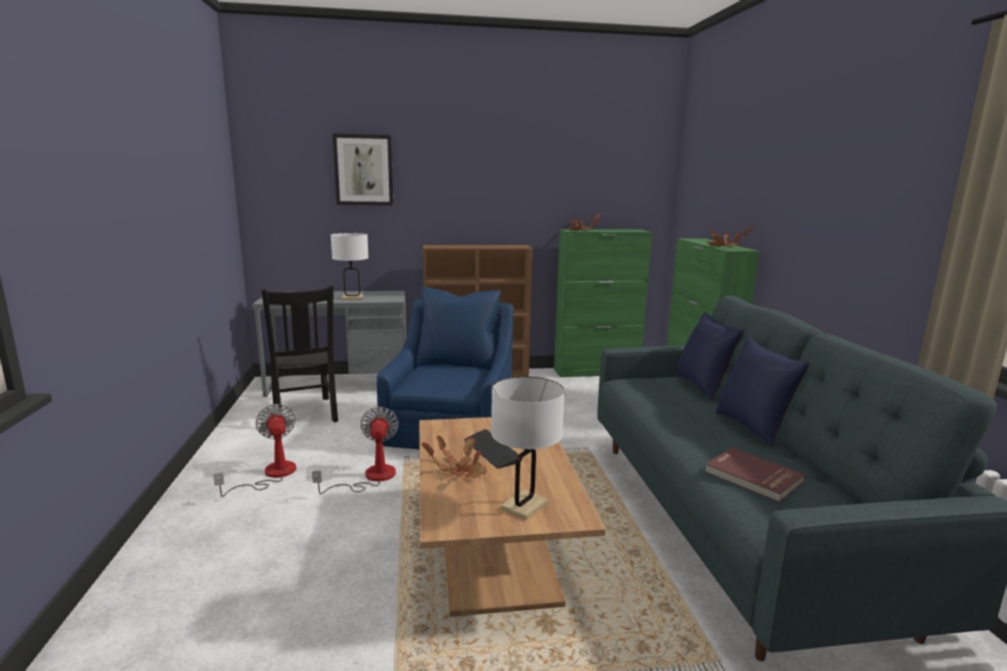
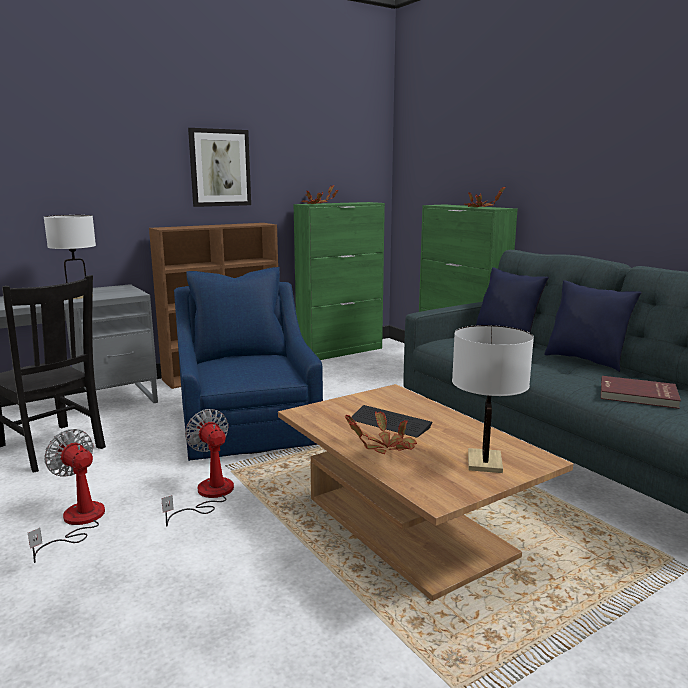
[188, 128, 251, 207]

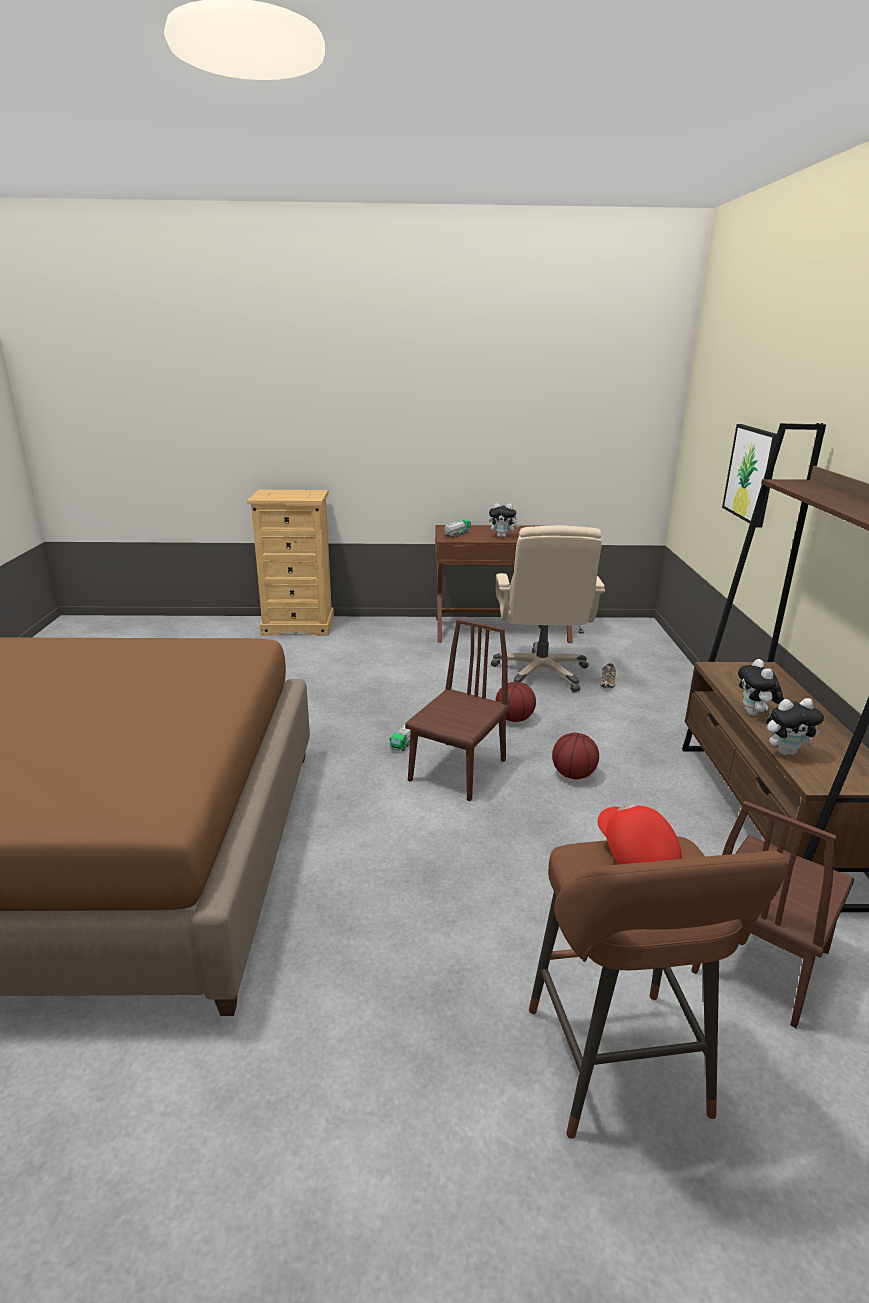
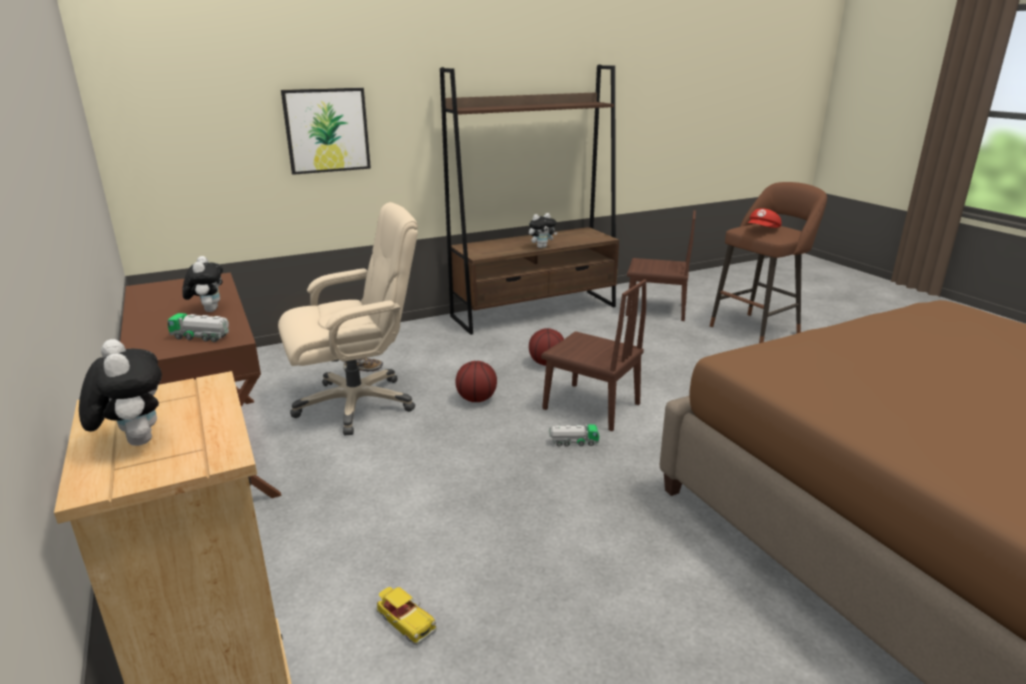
[79, 339, 162, 446]
[377, 587, 436, 645]
[541, 279, 647, 431]

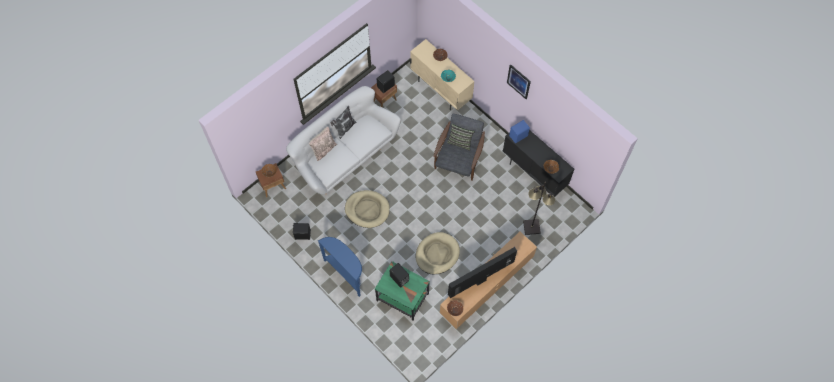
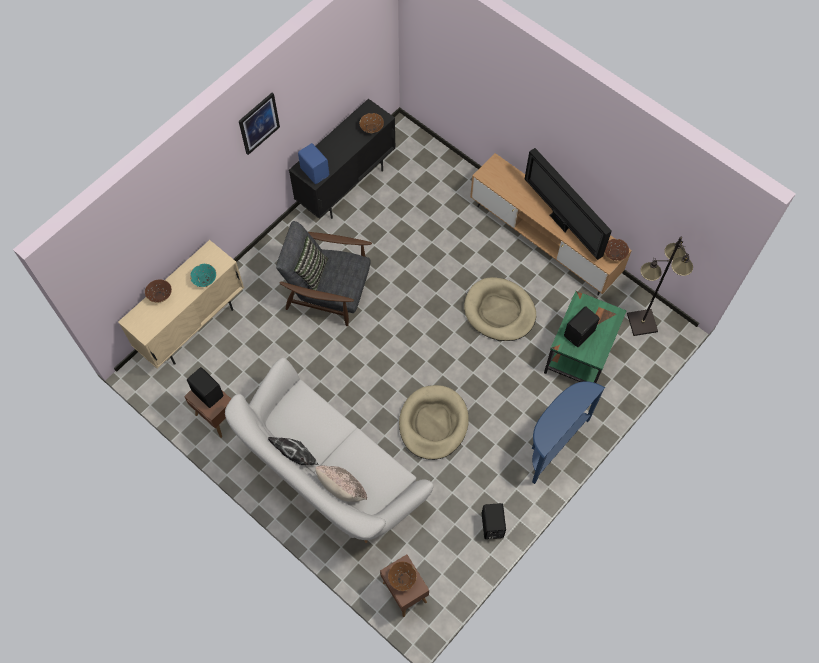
[627, 237, 693, 336]

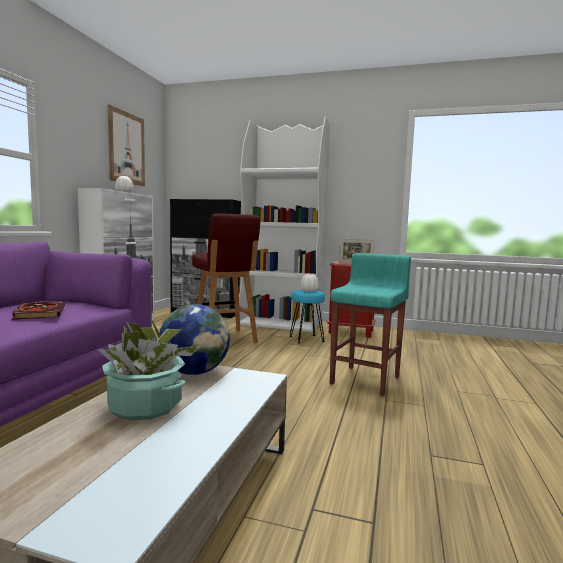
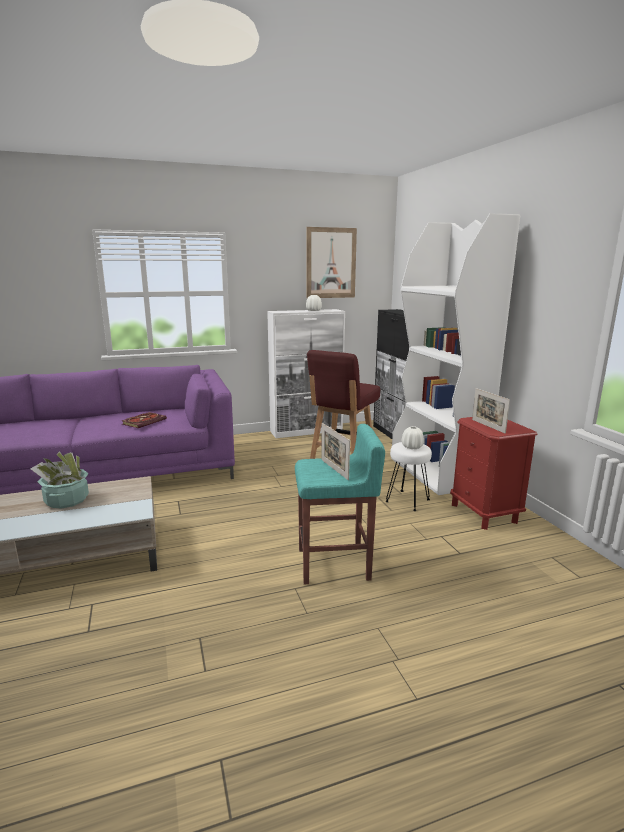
[321, 423, 350, 480]
[386, 442, 432, 511]
[159, 304, 230, 375] (first image)

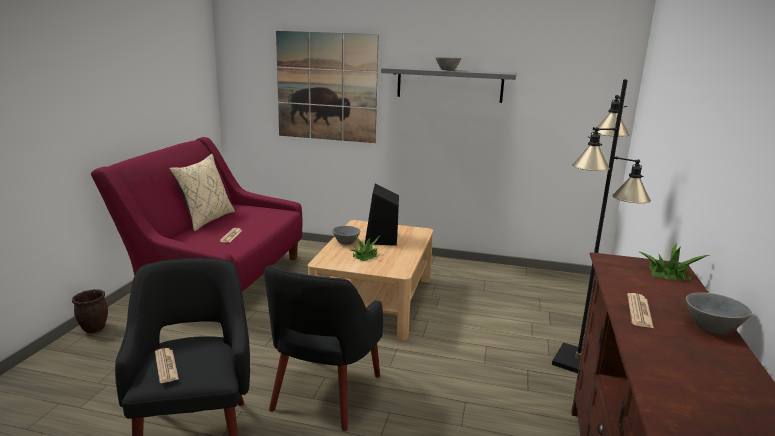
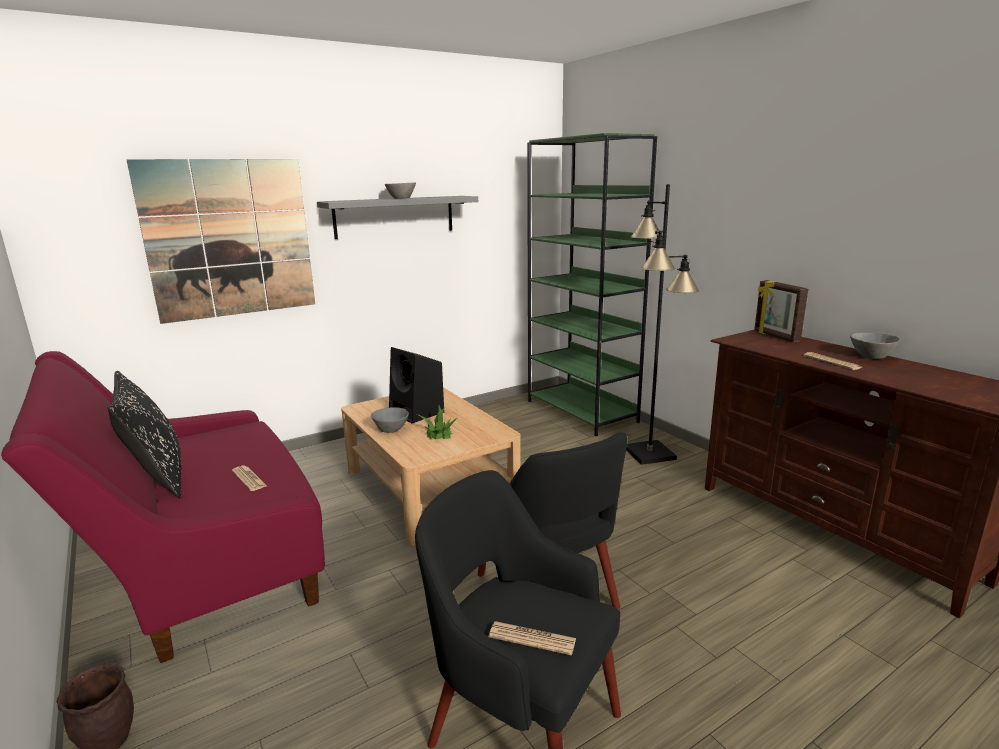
[108, 371, 181, 498]
[527, 133, 657, 436]
[754, 280, 808, 342]

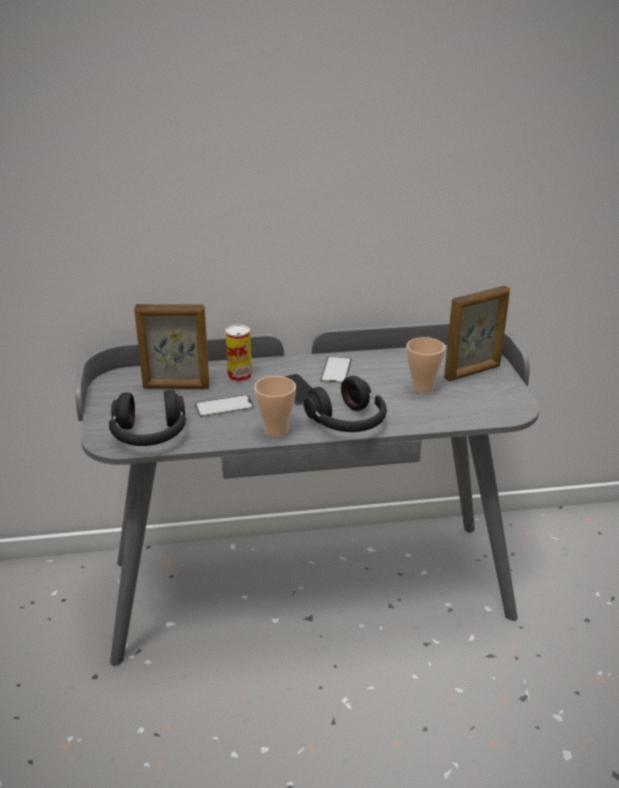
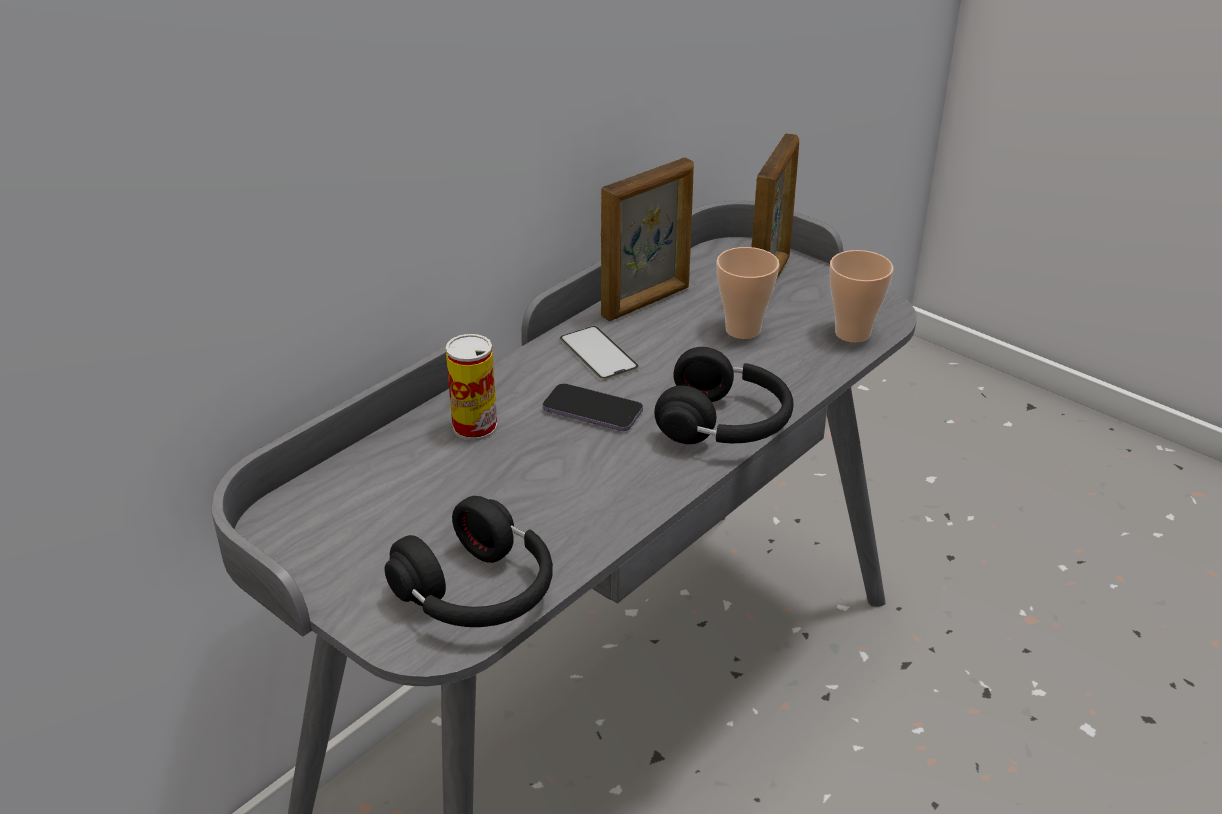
[601, 158, 694, 321]
[830, 250, 893, 343]
[195, 395, 254, 417] (first image)

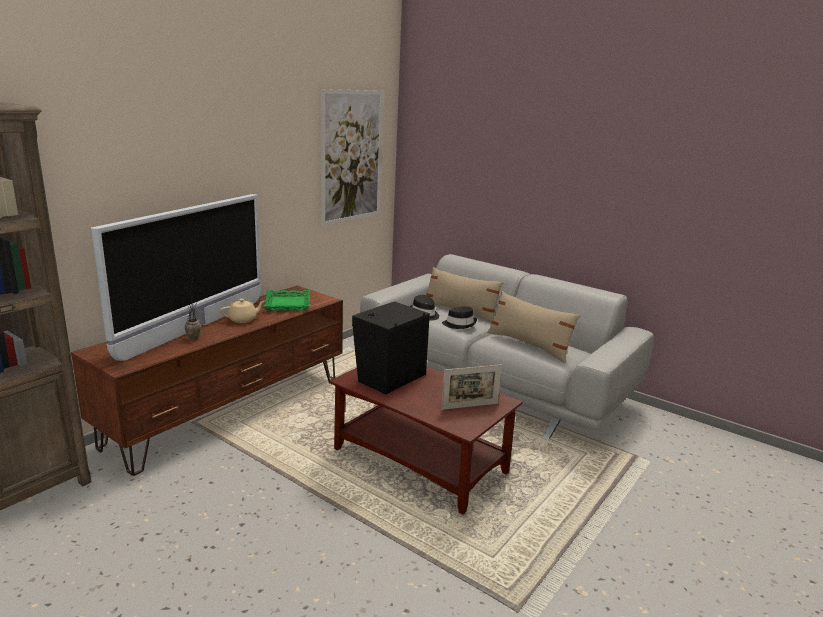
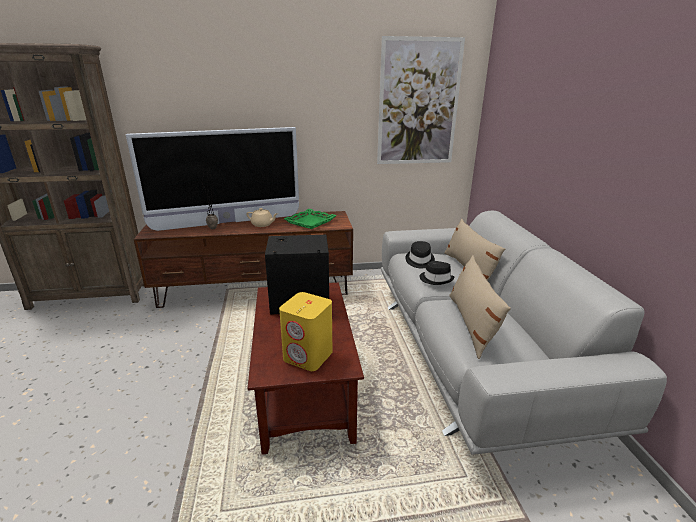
[279, 292, 332, 371]

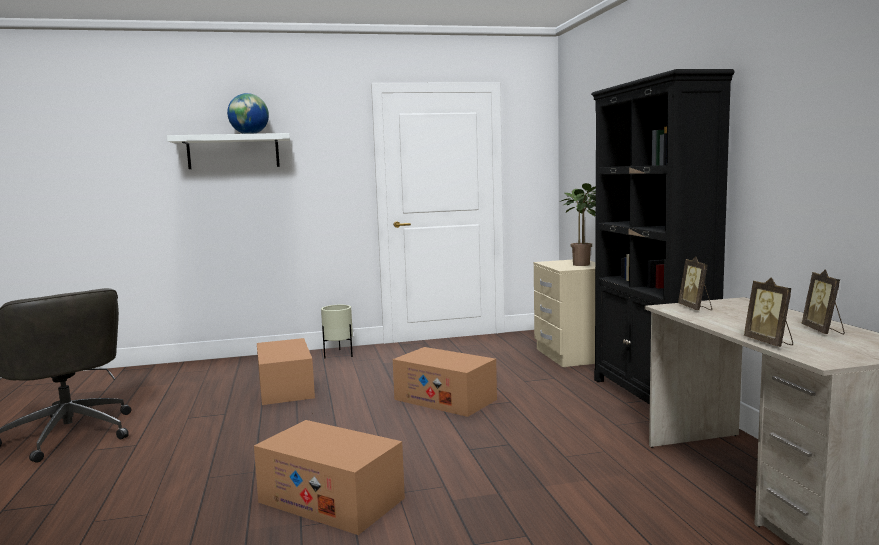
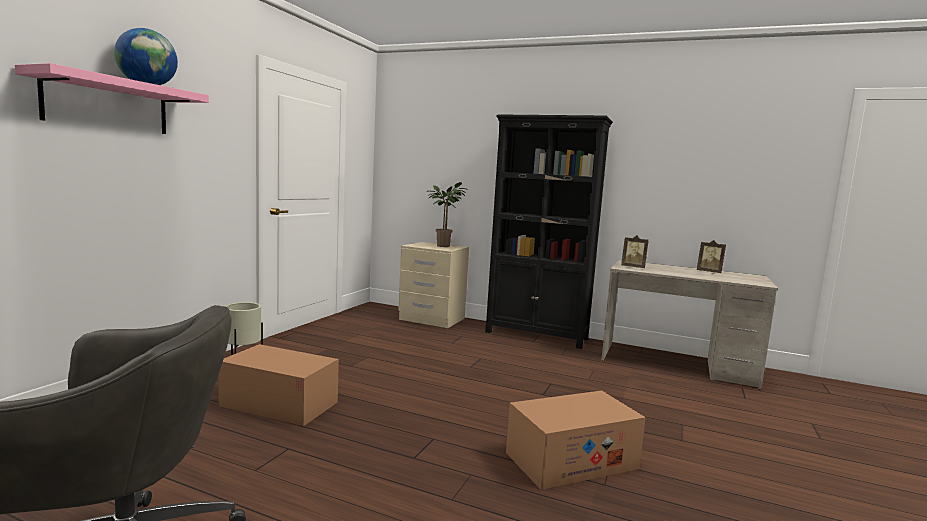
[15, 63, 209, 134]
[393, 347, 497, 417] (first image)
[744, 277, 793, 347] (first image)

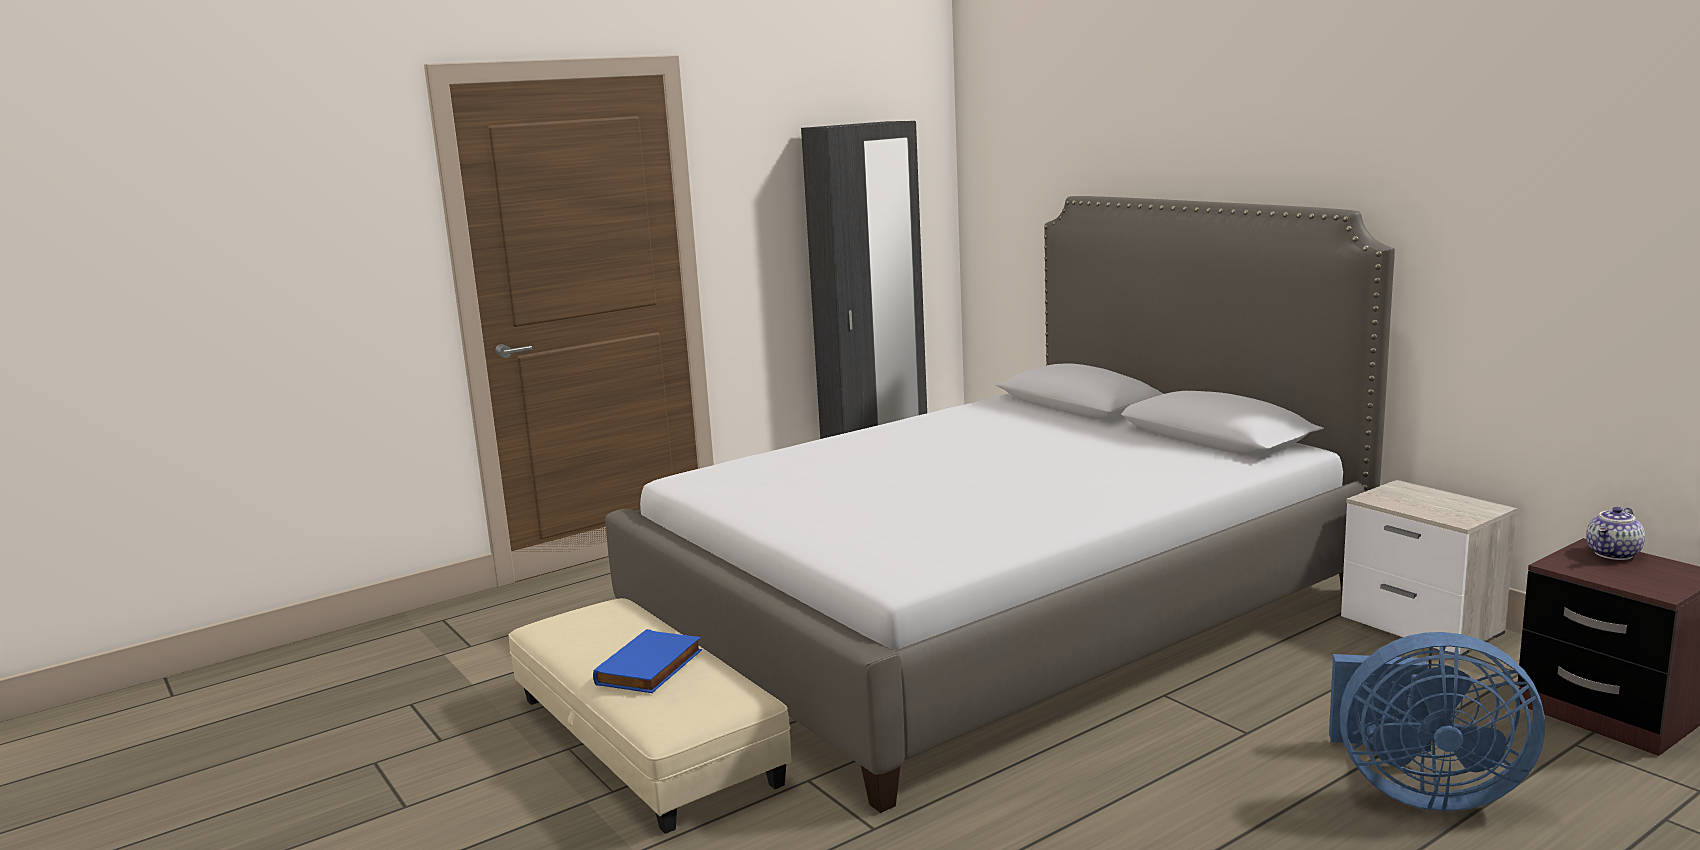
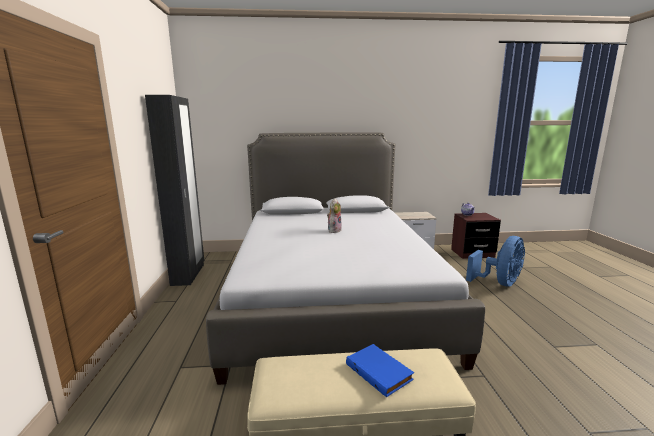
[327, 198, 341, 233]

